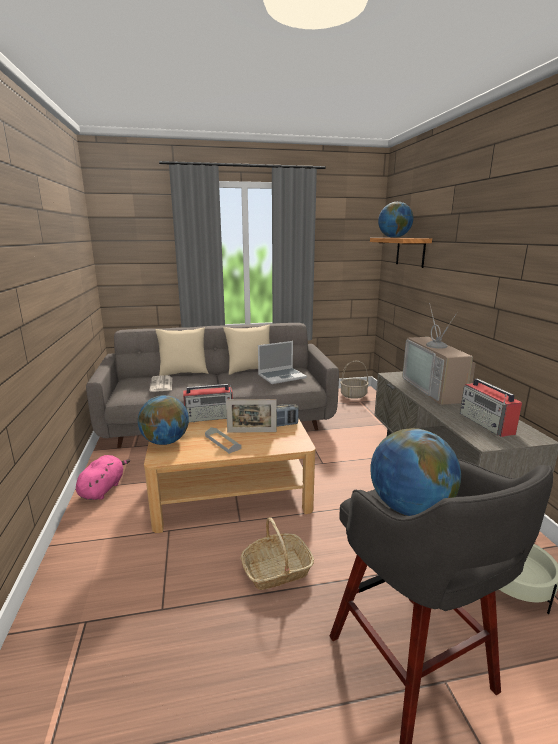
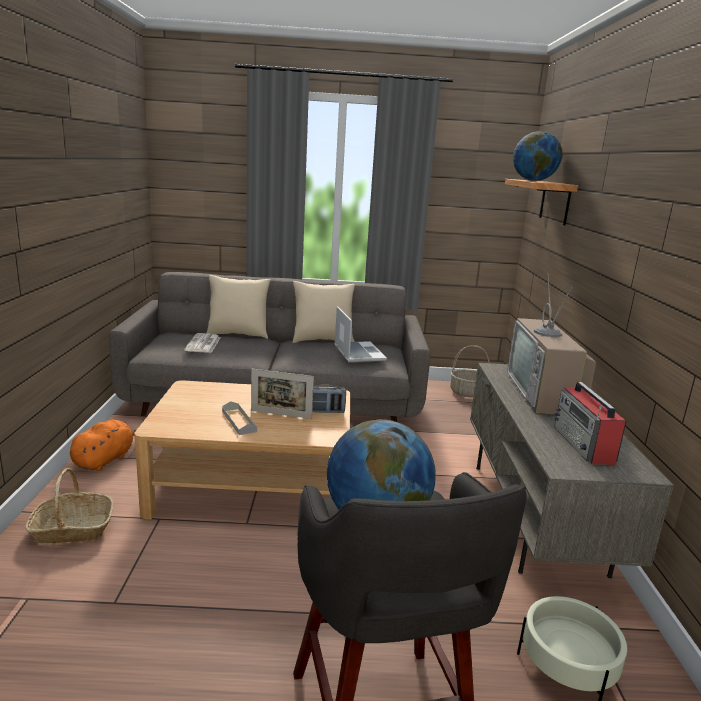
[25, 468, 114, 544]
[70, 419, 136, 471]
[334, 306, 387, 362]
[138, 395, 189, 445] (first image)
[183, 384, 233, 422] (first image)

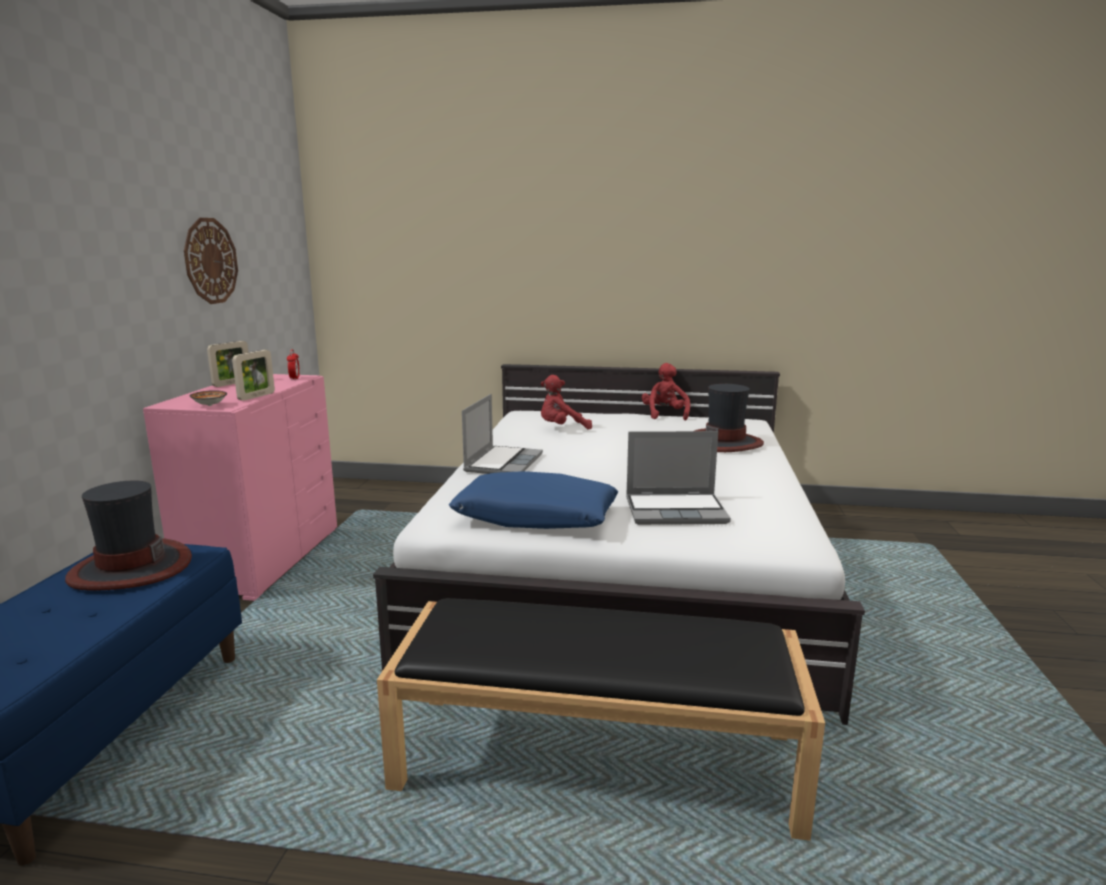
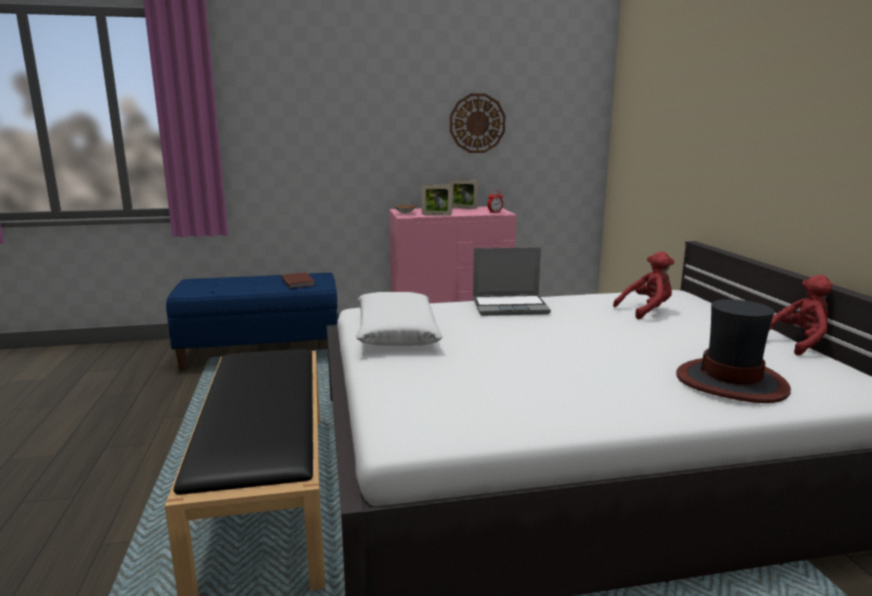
[281, 272, 315, 288]
[356, 292, 443, 346]
[613, 251, 675, 319]
[626, 431, 731, 525] (first image)

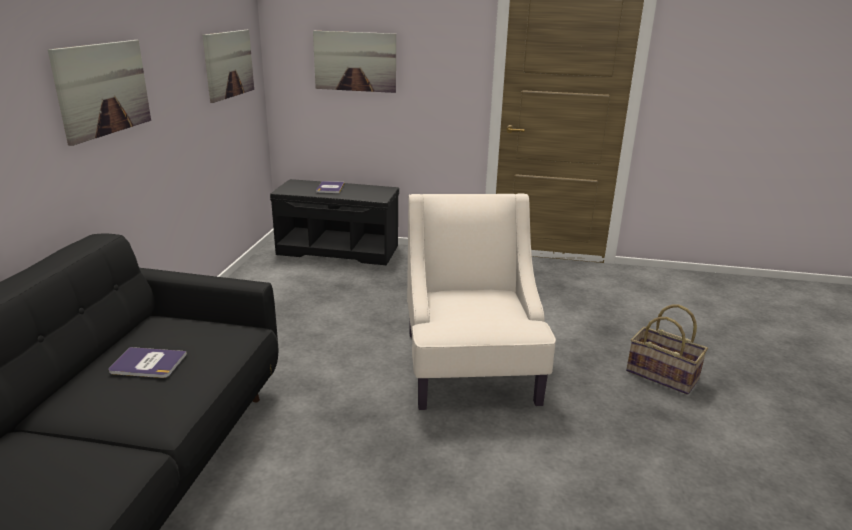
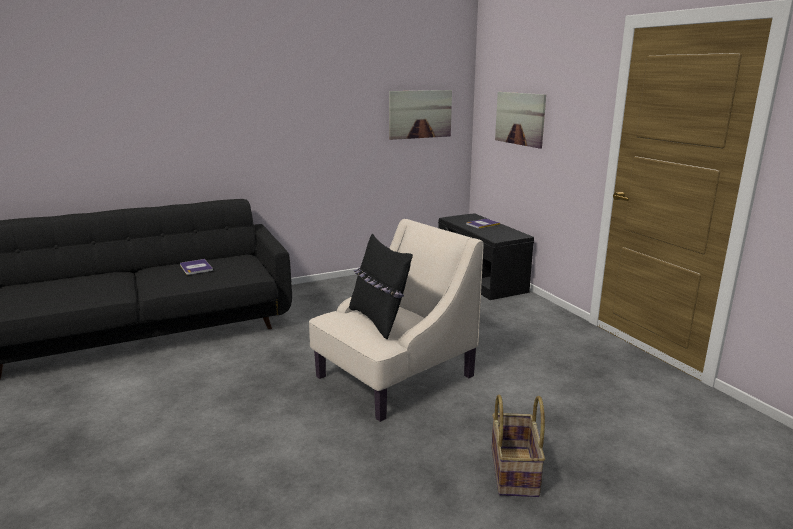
[349, 234, 413, 339]
[48, 40, 151, 146] (first image)

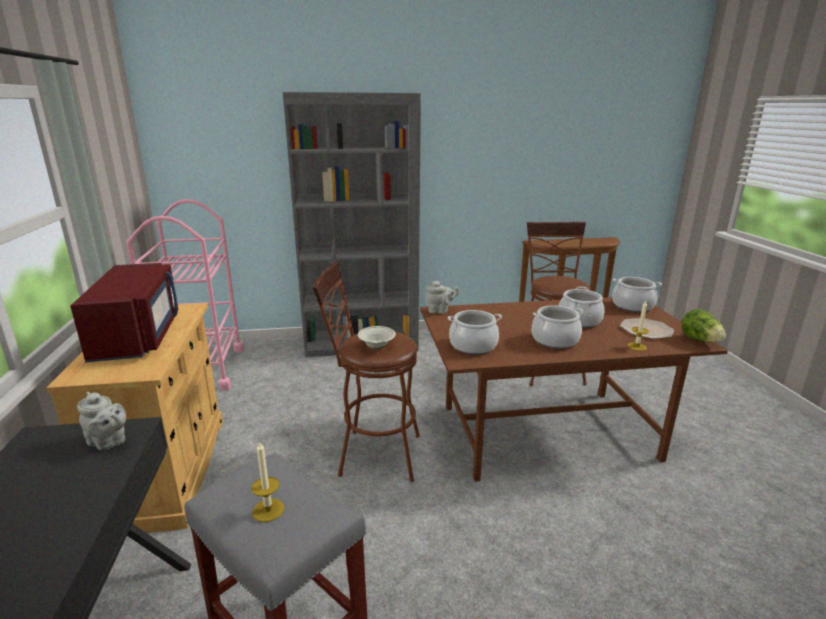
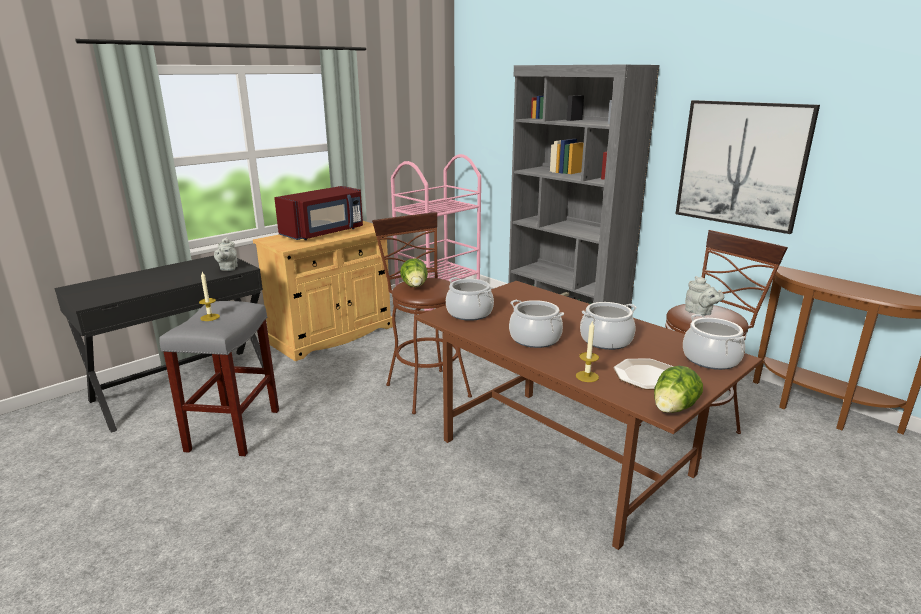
[400, 258, 428, 287]
[675, 100, 820, 234]
[685, 276, 724, 316]

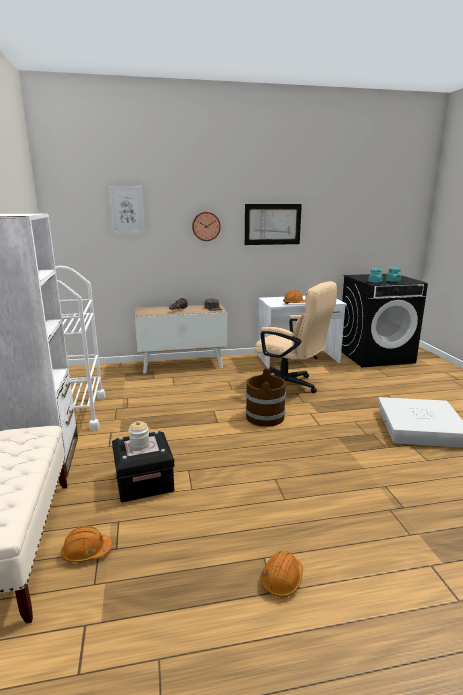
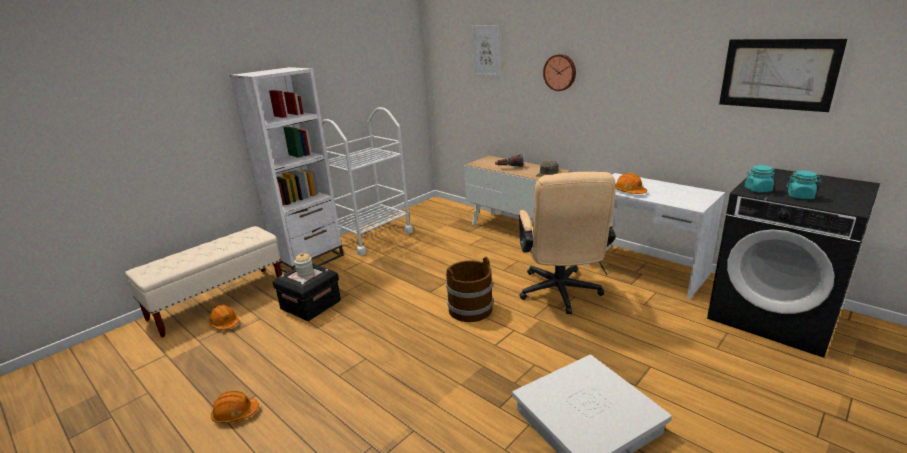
[719, 39, 847, 112]

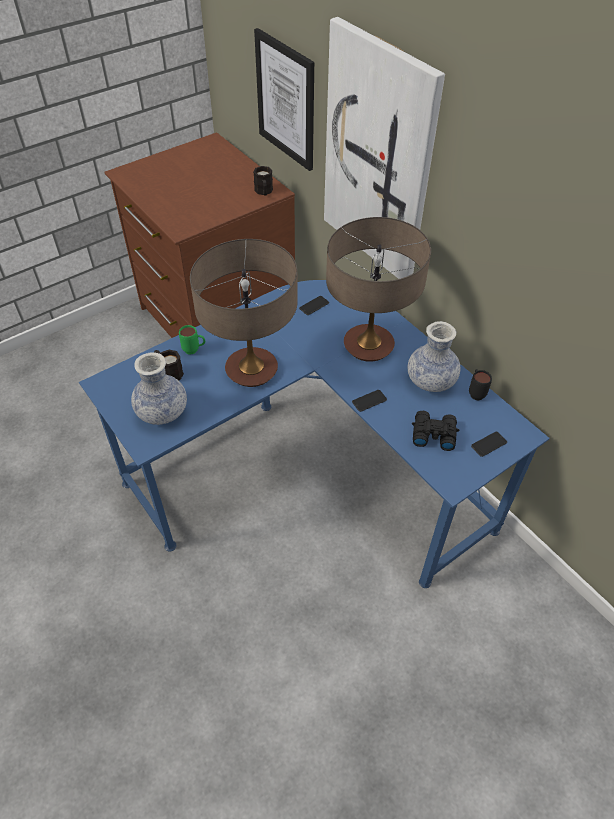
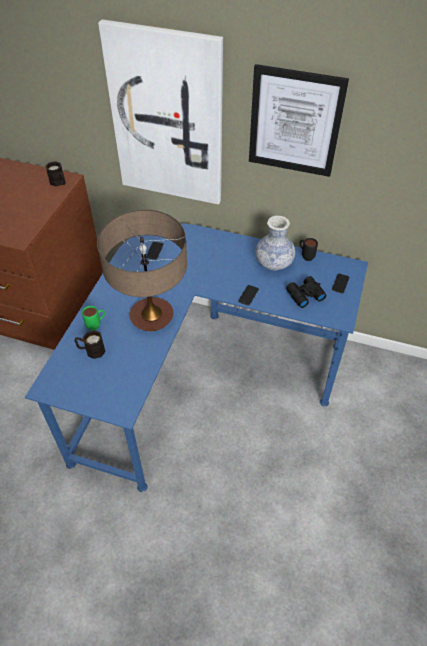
[249, 64, 349, 177]
[131, 352, 187, 425] (first image)
[326, 217, 431, 362] (first image)

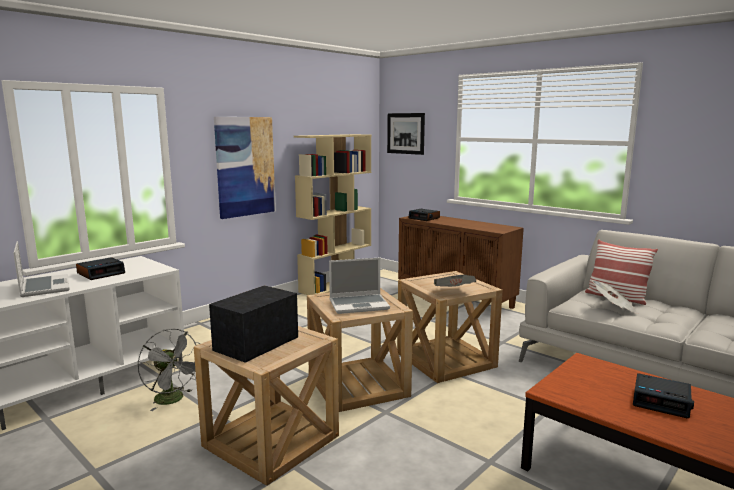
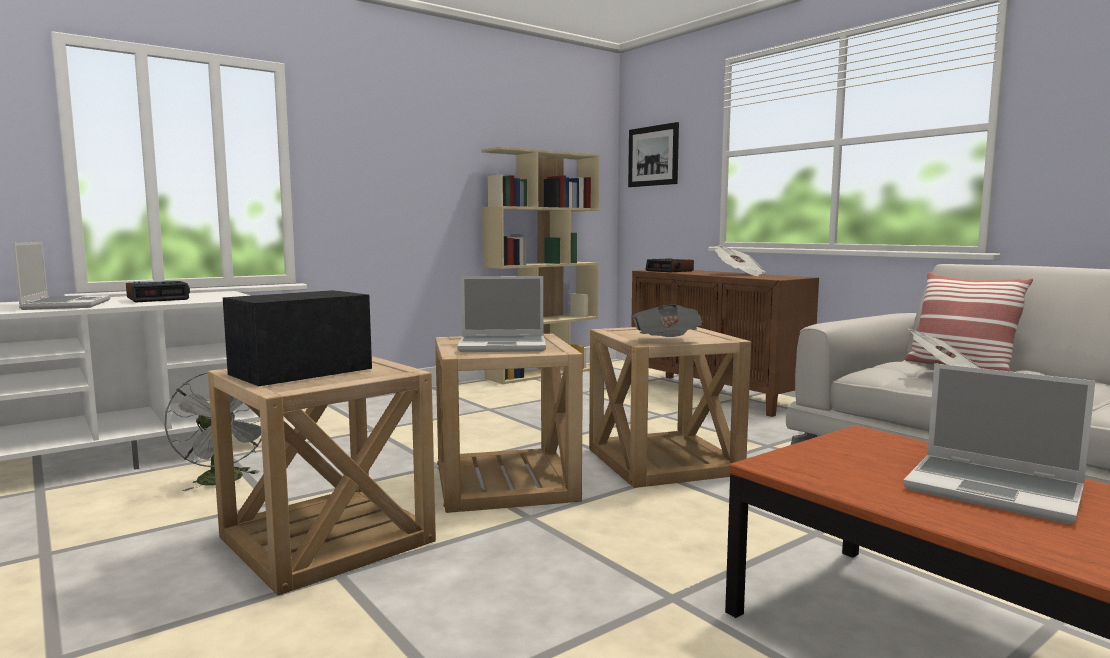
[715, 245, 765, 276]
[903, 363, 1095, 524]
[214, 117, 276, 219] (first image)

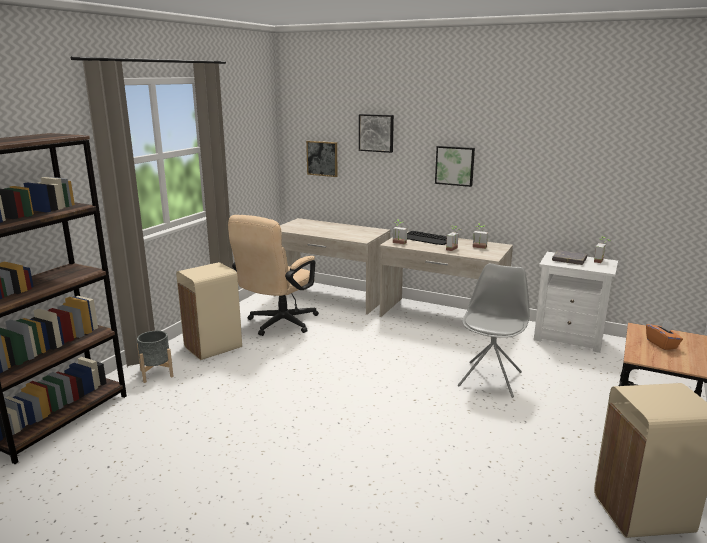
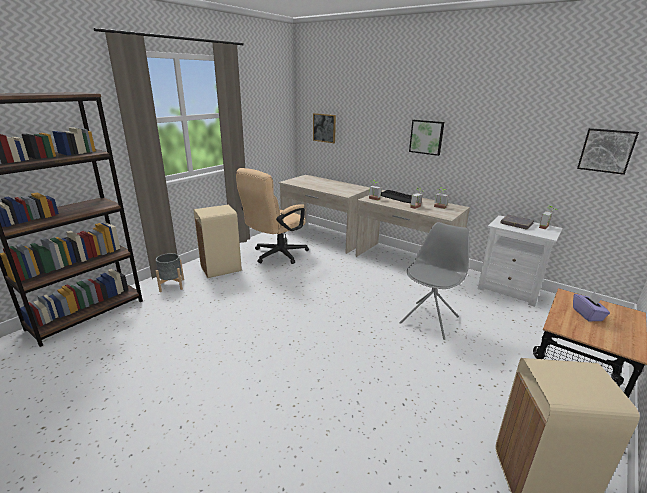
[573, 292, 610, 321]
[577, 128, 639, 175]

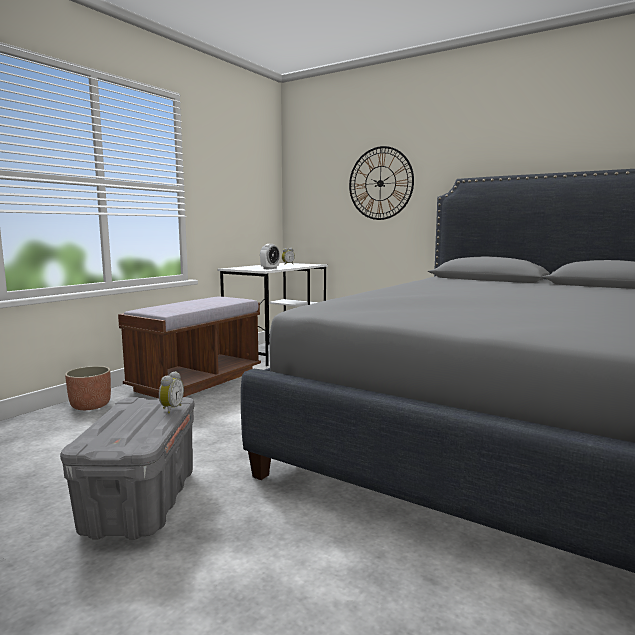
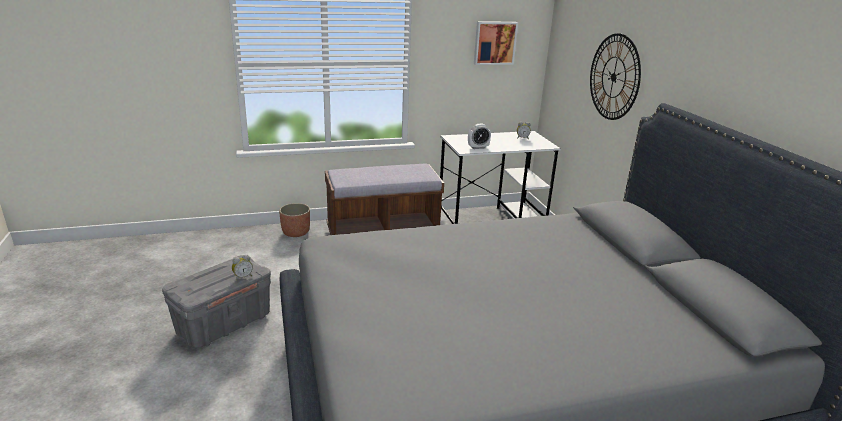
[474, 21, 518, 65]

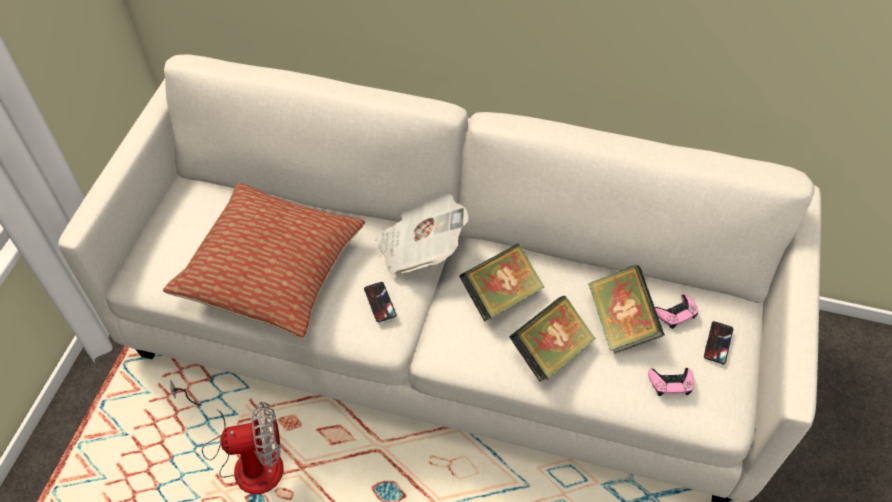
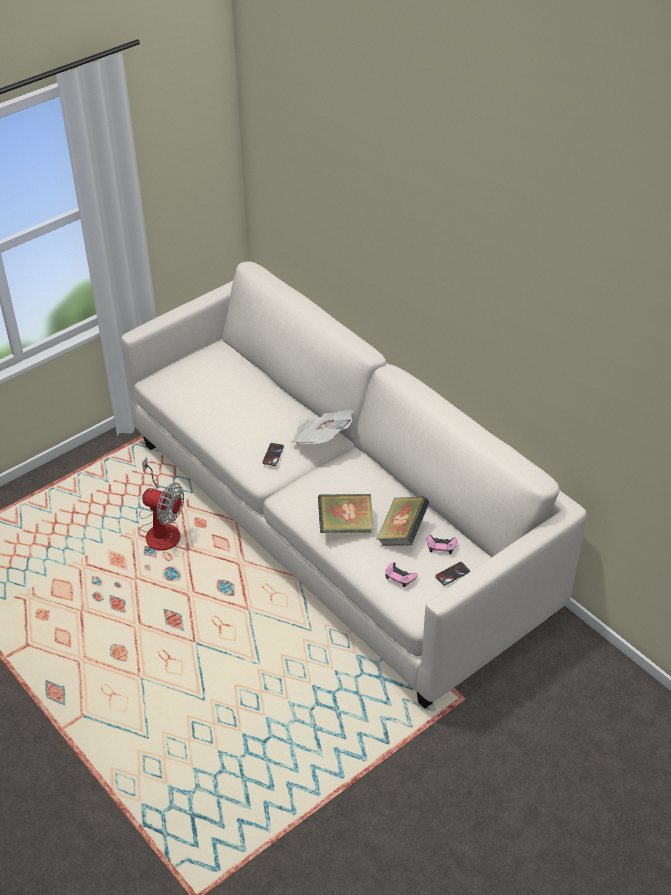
[163, 183, 365, 338] (first image)
[459, 243, 544, 322] (first image)

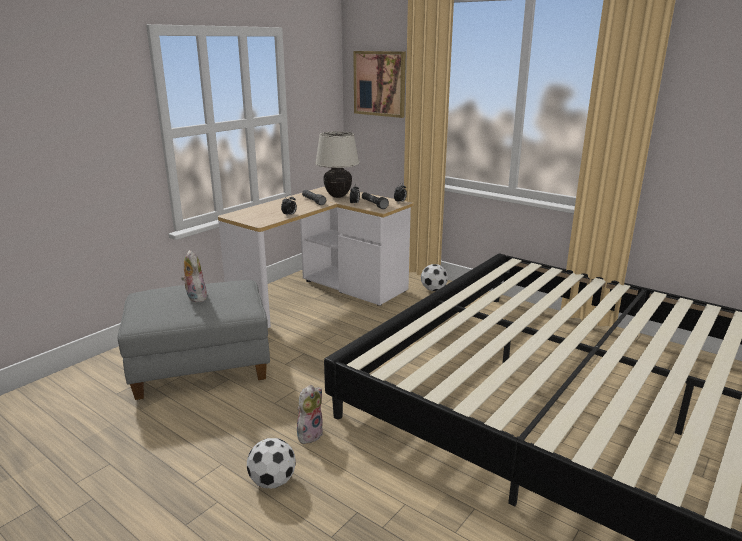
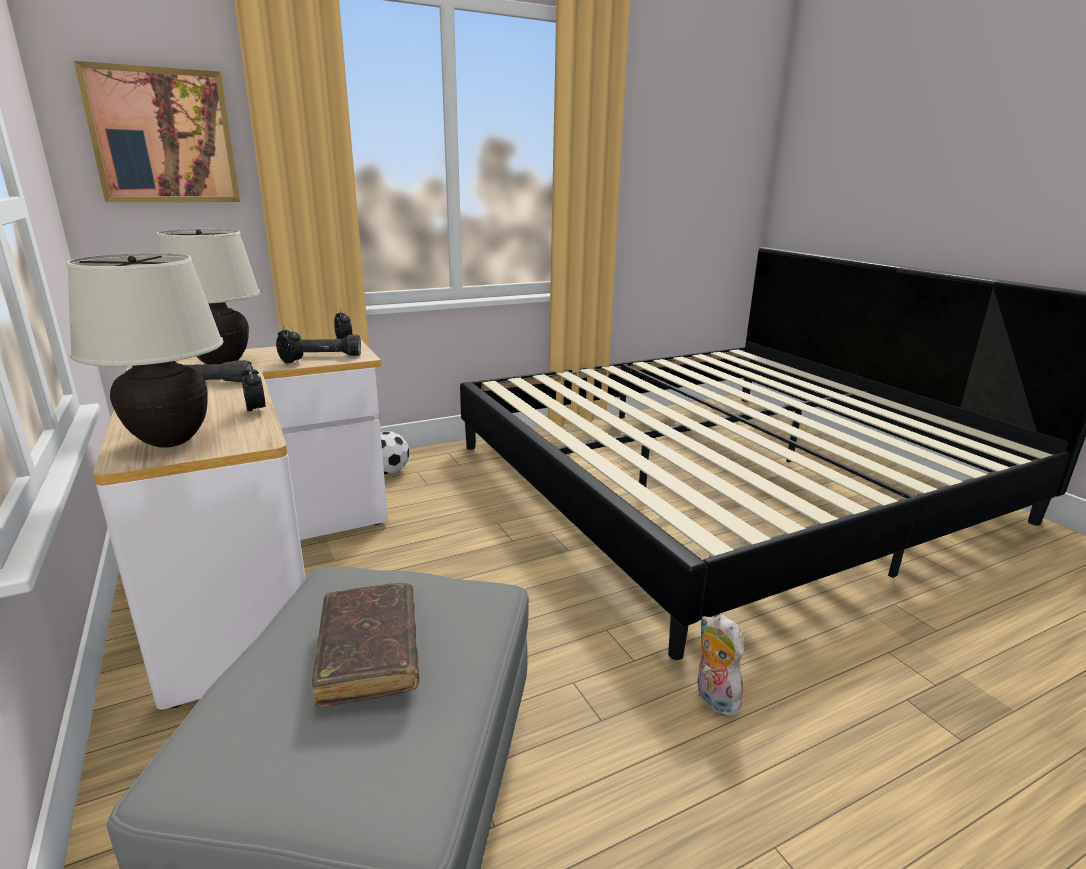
[66, 253, 224, 448]
[312, 583, 419, 708]
[247, 438, 296, 488] (first image)

